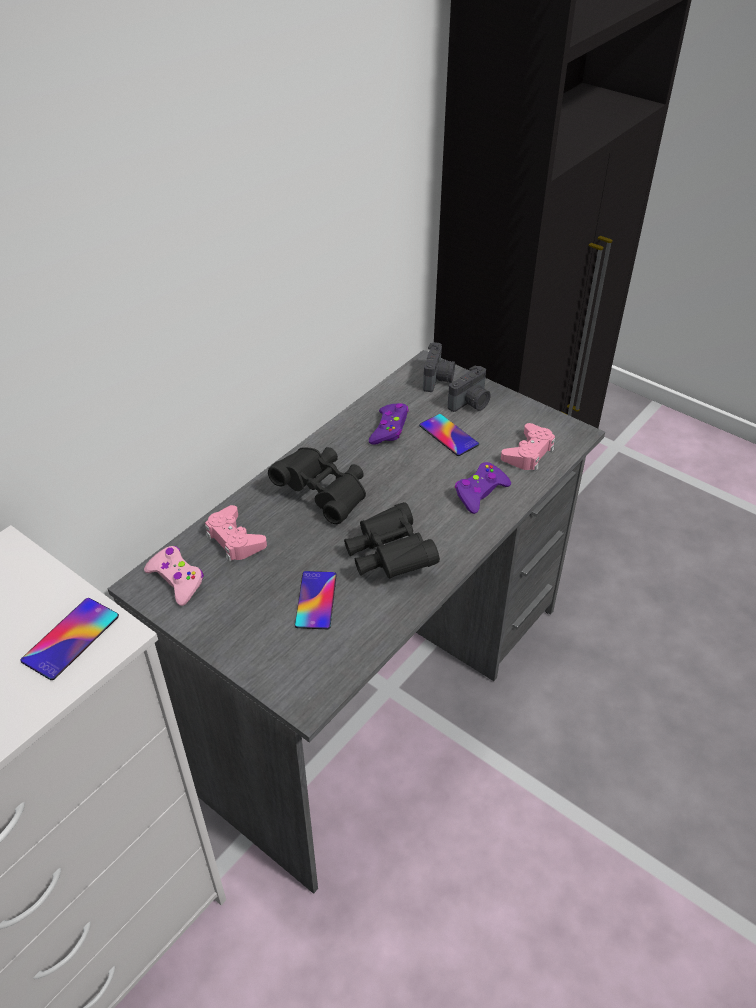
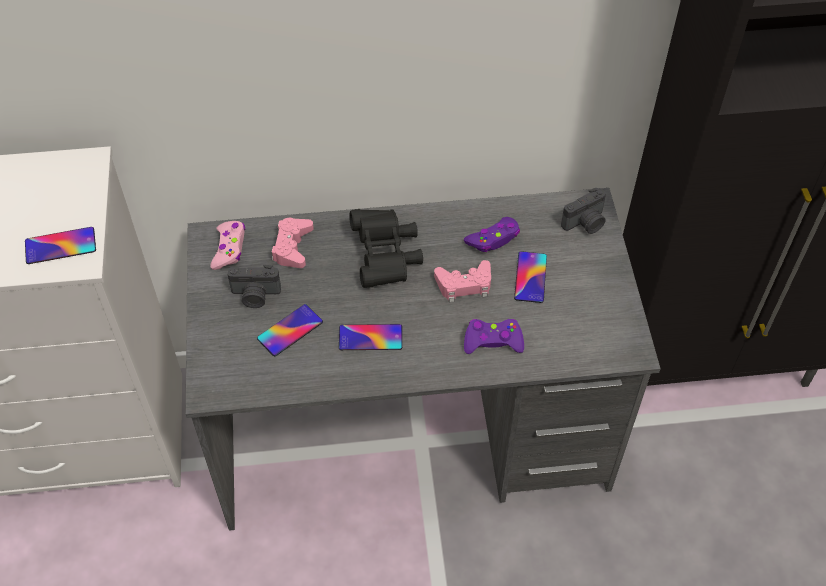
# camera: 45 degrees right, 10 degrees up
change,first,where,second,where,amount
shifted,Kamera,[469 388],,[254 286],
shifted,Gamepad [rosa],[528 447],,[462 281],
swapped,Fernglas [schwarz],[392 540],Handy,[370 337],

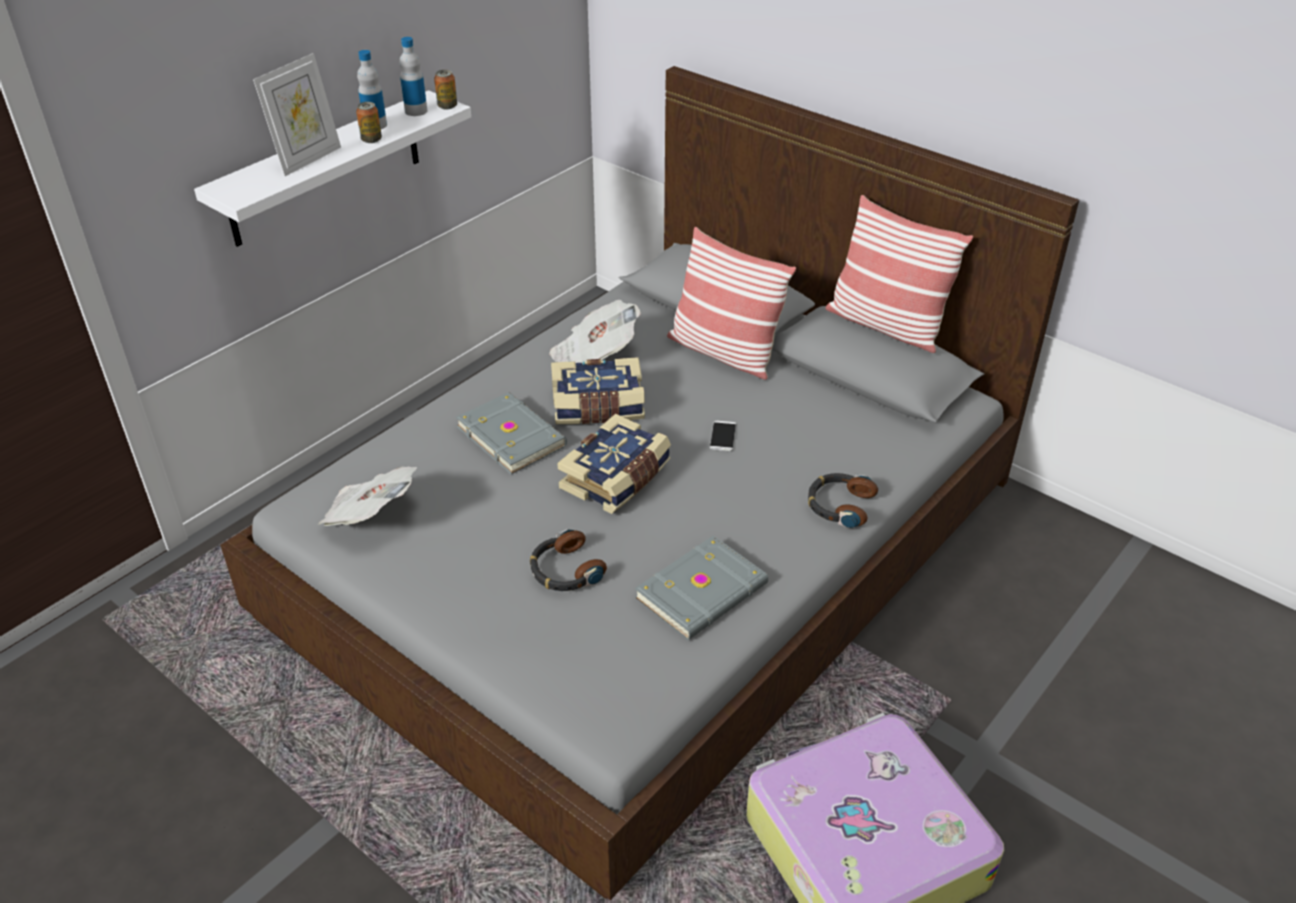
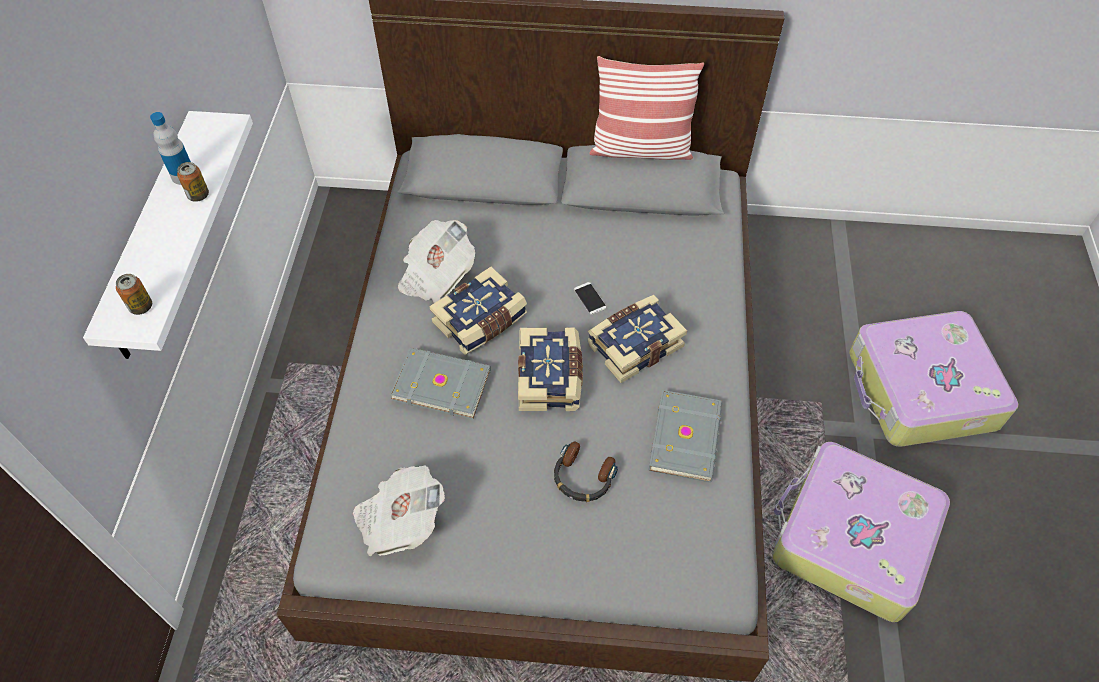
# camera: 35 degrees left, 15 degrees up
change,first,where,second,where,amount
gone,Bilderrahmen,[297 114],,,
gone,Flasche,[413 76],,,
gone,Kissen,[731 303],,,
gone,Kopfhörer,[843 500],,,
new,,,Buch,[637 339],
new,,,Koffer,[934 379],
shifted,Dose,[445 90],,[134 294],

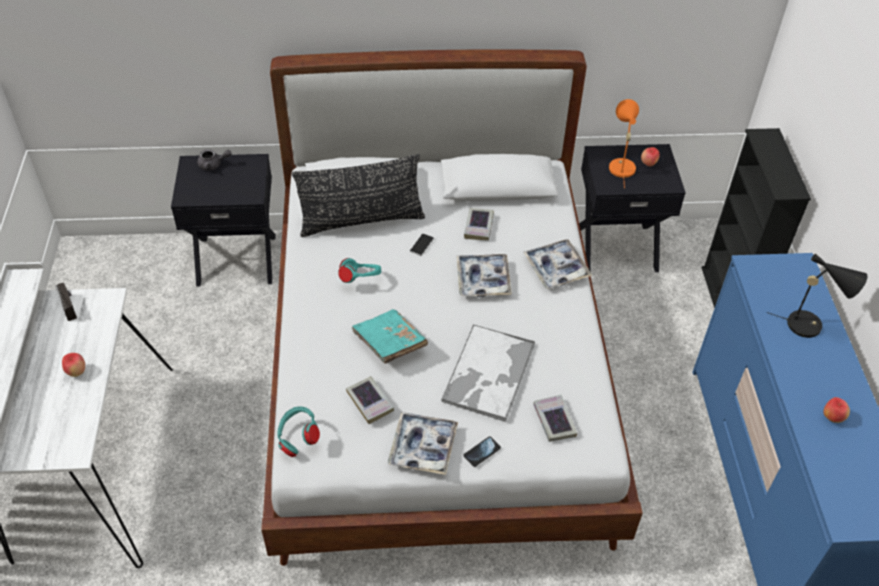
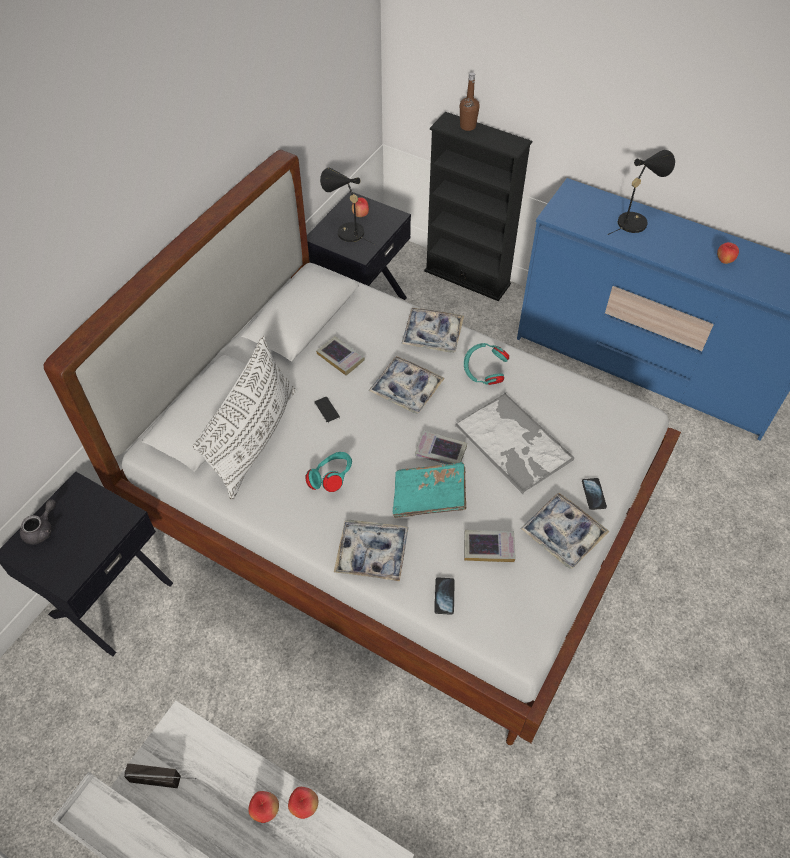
# camera: 55 degrees left, 5 degrees up
change,first,where,second,where,amount
new,,,Apfel,[303 803],
new,,,Tablett,[371 550],
new,,,Handy,[444 596],
new,,,Flasche [braun],[470 101],
shifted,Kopfhörer [türkis],[298 431],,[486 364],
shifted,Buch,[555 418],,[441 447],
repainted,Kissen [schwarz],[358 195],Kissen [weiß],[244 418],
repainted,Tischlampe [orange],[624 143],Tischlampe [schwarz],[347 206],

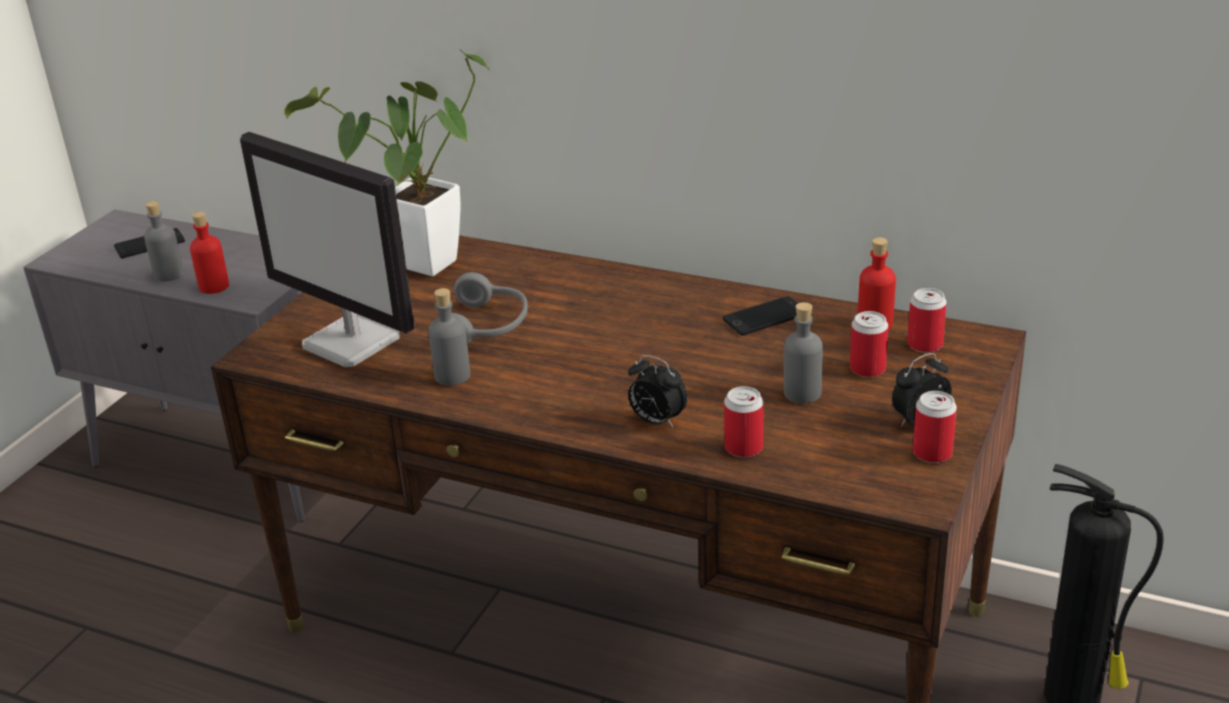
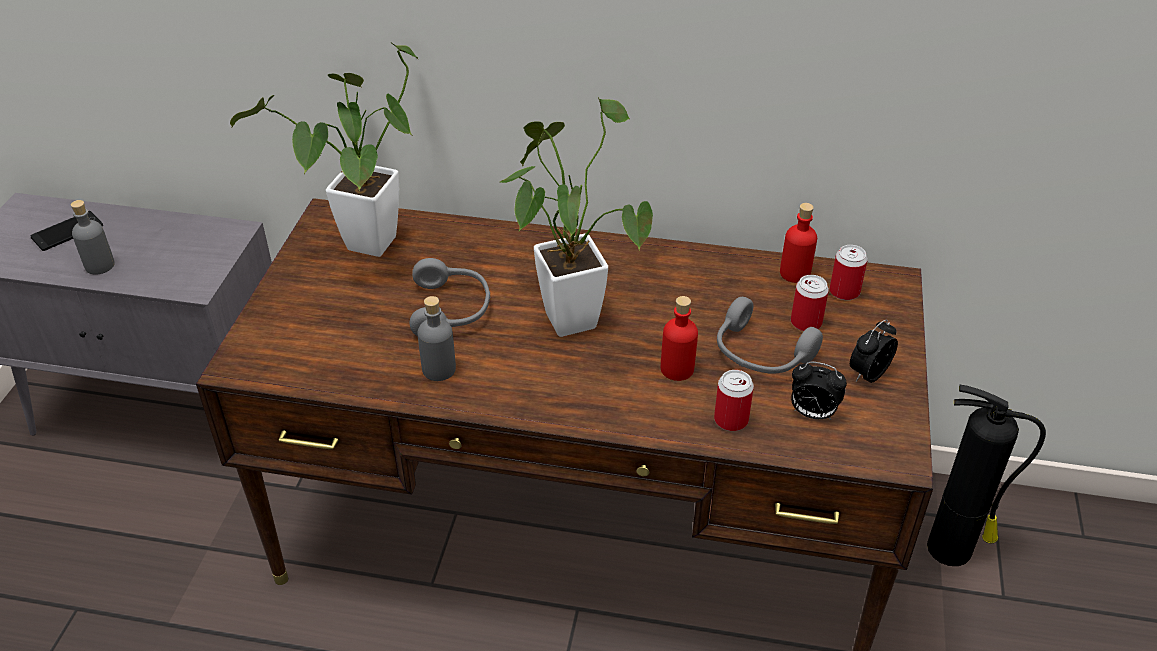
# camera: 15 degrees left, 10 degrees up
change,first,where,second,where,amount
gone,Monitor,[327 249],,,
gone,Handy,[760 316],,,
gone,Dose,[935 427],,,
new,,,Topfpflanze,[576 217],
shifted,Flasche [rot],[209 253],,[679 338],
shifted,Wecker,[658 391],,[819 391],
swapped,Flasche [grau],[803 353],Kopfhörer [grau],[770 335],

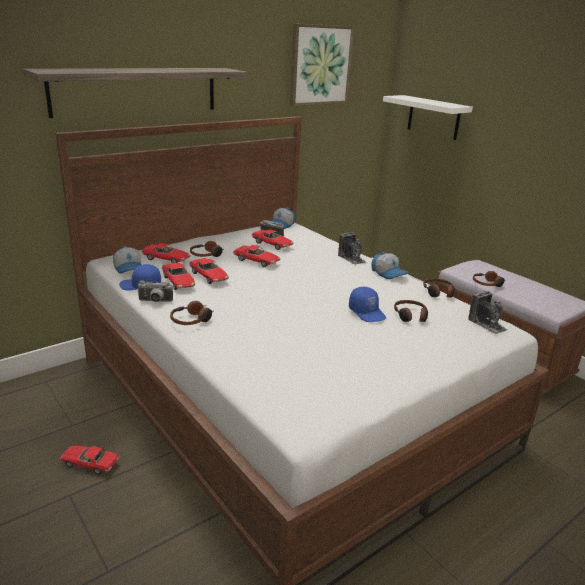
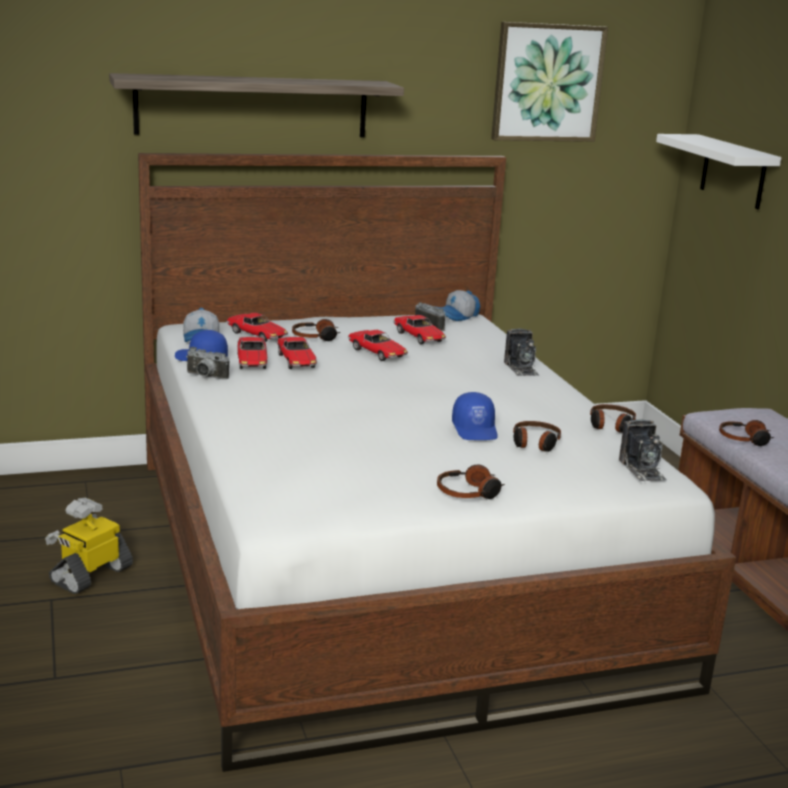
# camera: 20 degrees right, 5 degrees down
change,first,where,second,where,amount
gone,Kappe,[390 265],,,
shifted,Kopfhörer,[191 313],,[471 481],
swapped,Spielzeugauto,[90 460],Spielzeugroboter,[89 546],

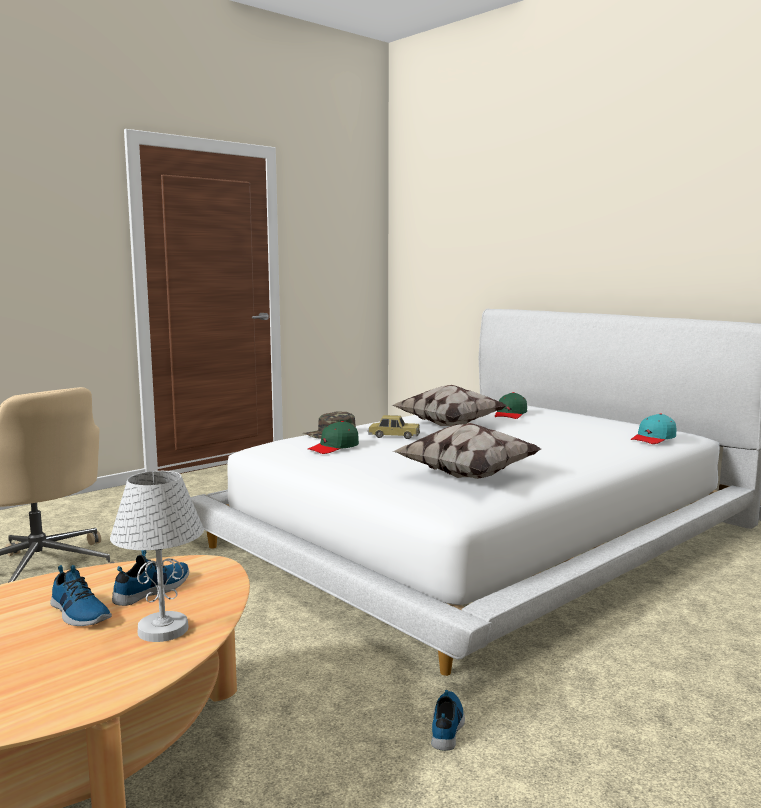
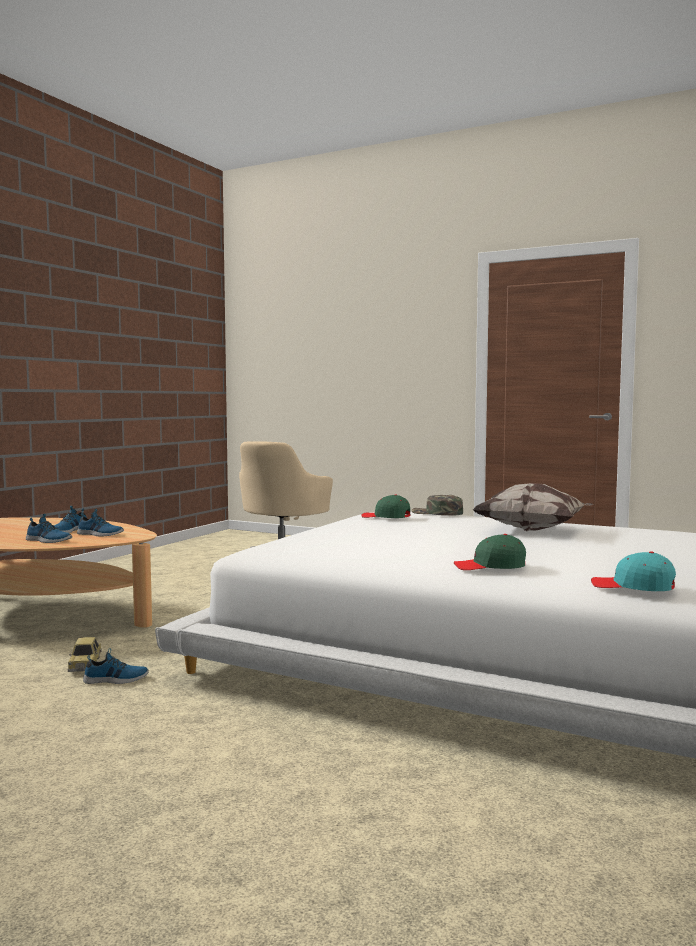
# camera: 70 degrees right, 5 degrees down
change,first,where,second,where,amount
gone,Kissen,[467 451],,,
shifted,Spielzeugauto,[394 427],,[84 654],
shifted,Kappe [grün],[511 405],,[490 552],
swapped,Tischlampe [weiß],[157 556],Schuh,[49 528],

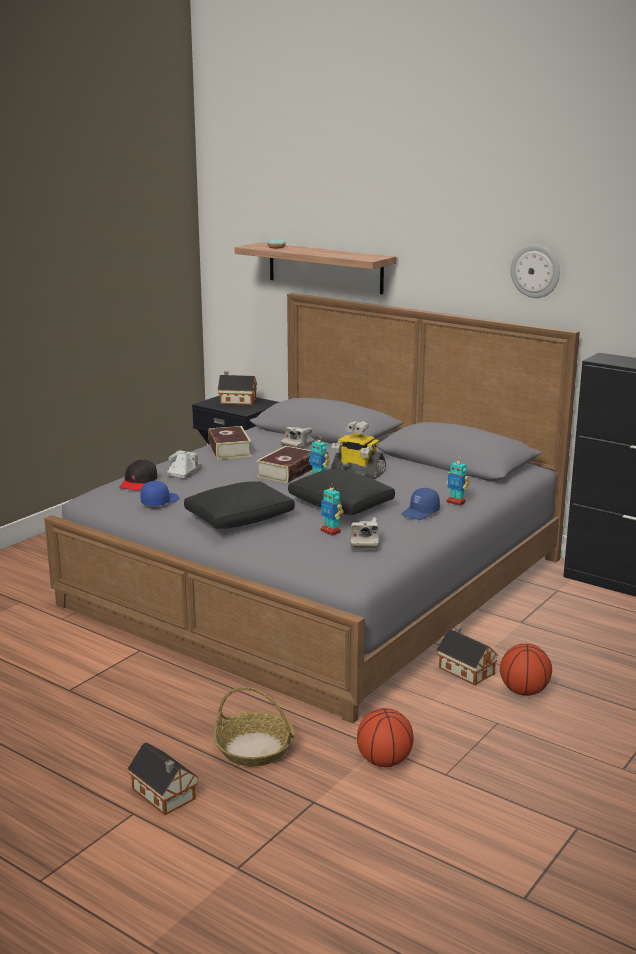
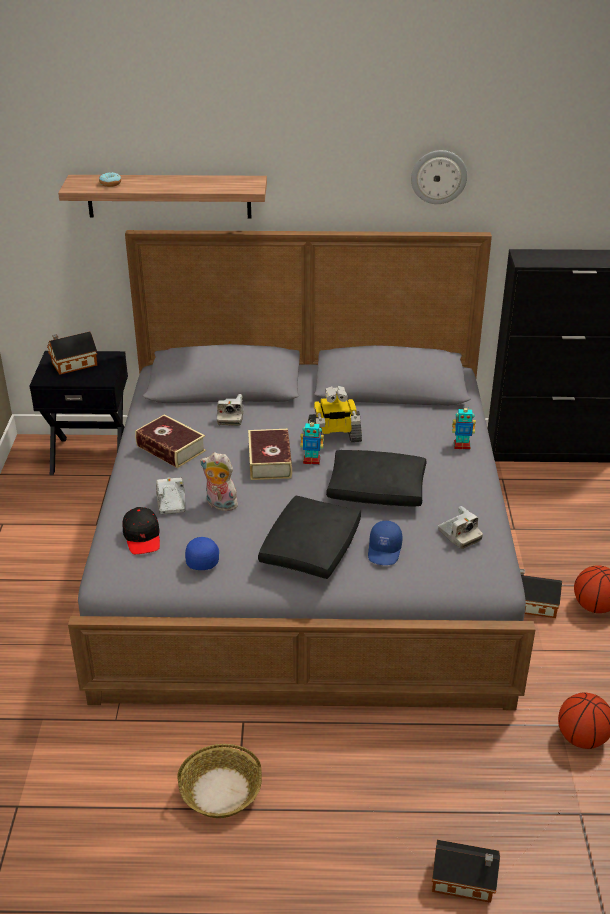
# camera: 35 degrees left, 15 degrees up
change,first,where,second,where,amount
gone,Spielzeugroboter,[332 509],,,
new,,,Plüschtier,[219 481],
shifted,Korb,[254 726],,[219 781],
shifted,Kappe [blau],[420 504],,[385 543],

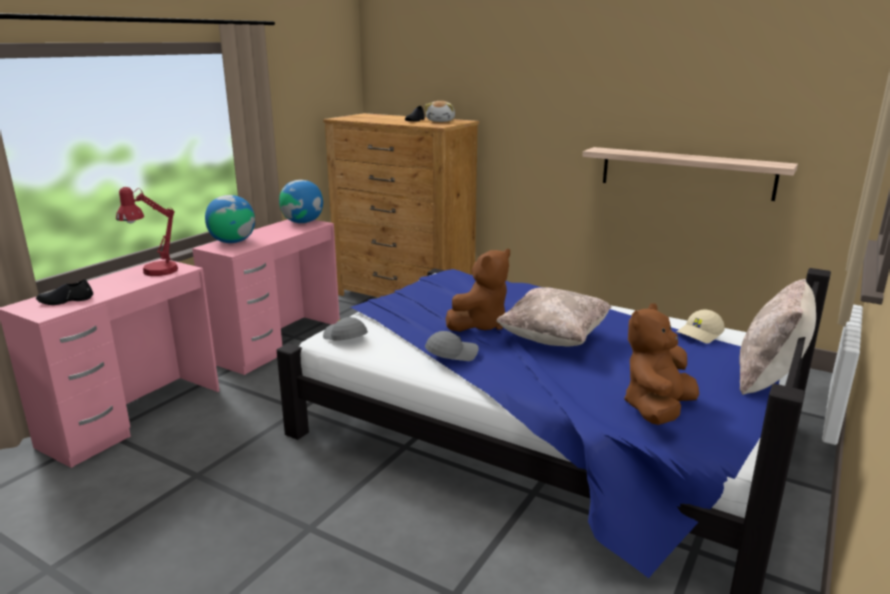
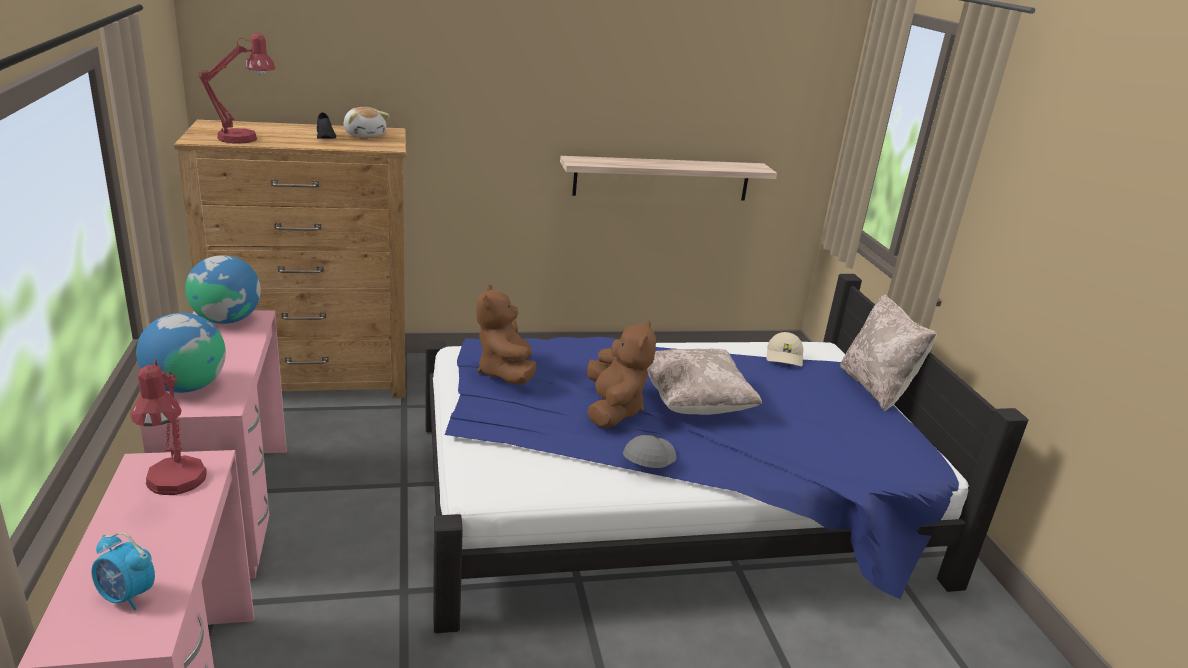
# camera: 45 degrees left, 5 degrees up
change,first,where,second,where,amount
gone,Kappe [grau],[345 329],,,
new,,,Tischlampe [rot],[237 88],
shifted,Plüschtier [braun],[661 364],,[506 334],
swapped,Schuh [schwarz],[64 292],Wecker,[123 571],

